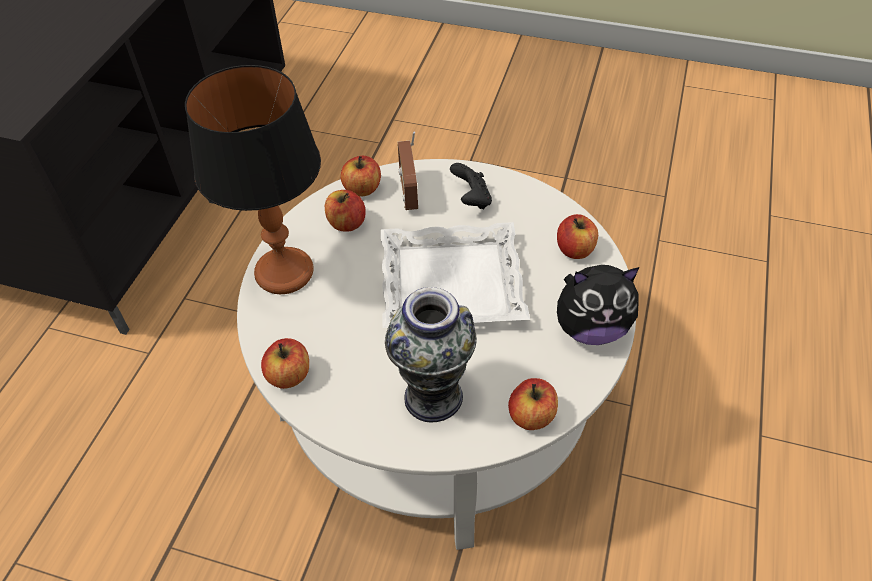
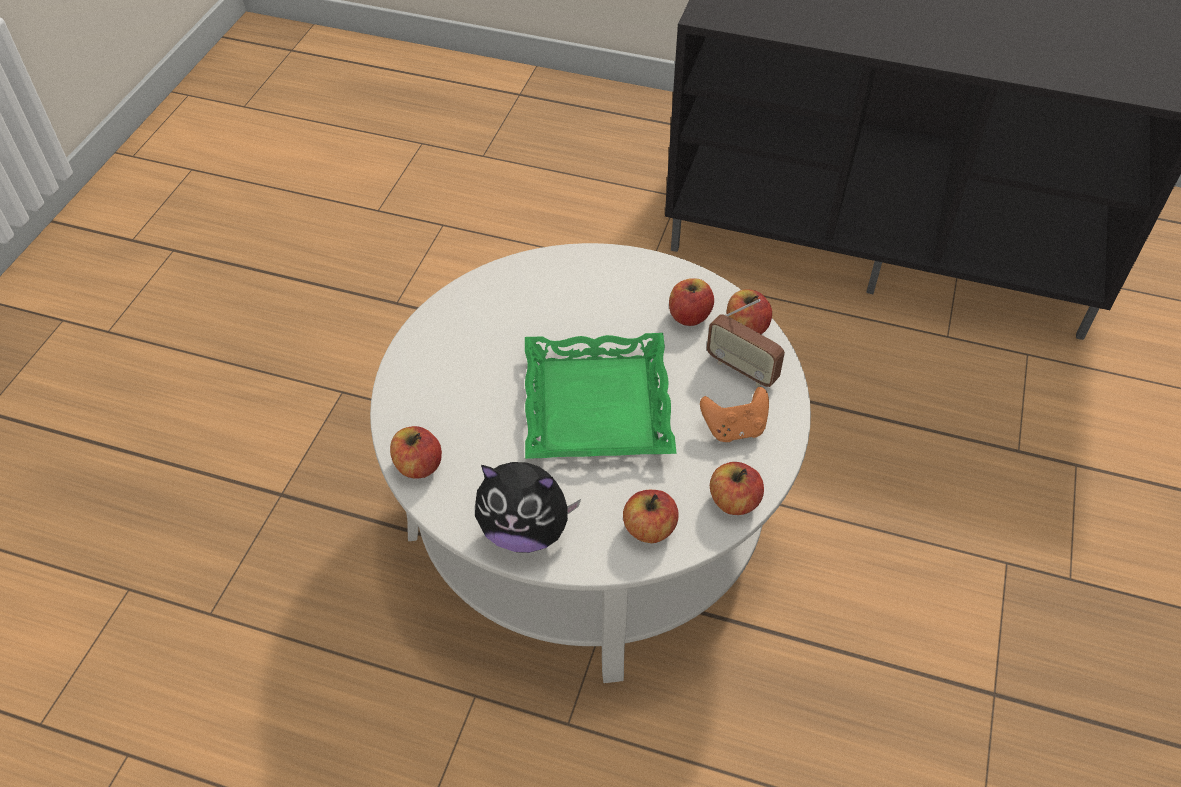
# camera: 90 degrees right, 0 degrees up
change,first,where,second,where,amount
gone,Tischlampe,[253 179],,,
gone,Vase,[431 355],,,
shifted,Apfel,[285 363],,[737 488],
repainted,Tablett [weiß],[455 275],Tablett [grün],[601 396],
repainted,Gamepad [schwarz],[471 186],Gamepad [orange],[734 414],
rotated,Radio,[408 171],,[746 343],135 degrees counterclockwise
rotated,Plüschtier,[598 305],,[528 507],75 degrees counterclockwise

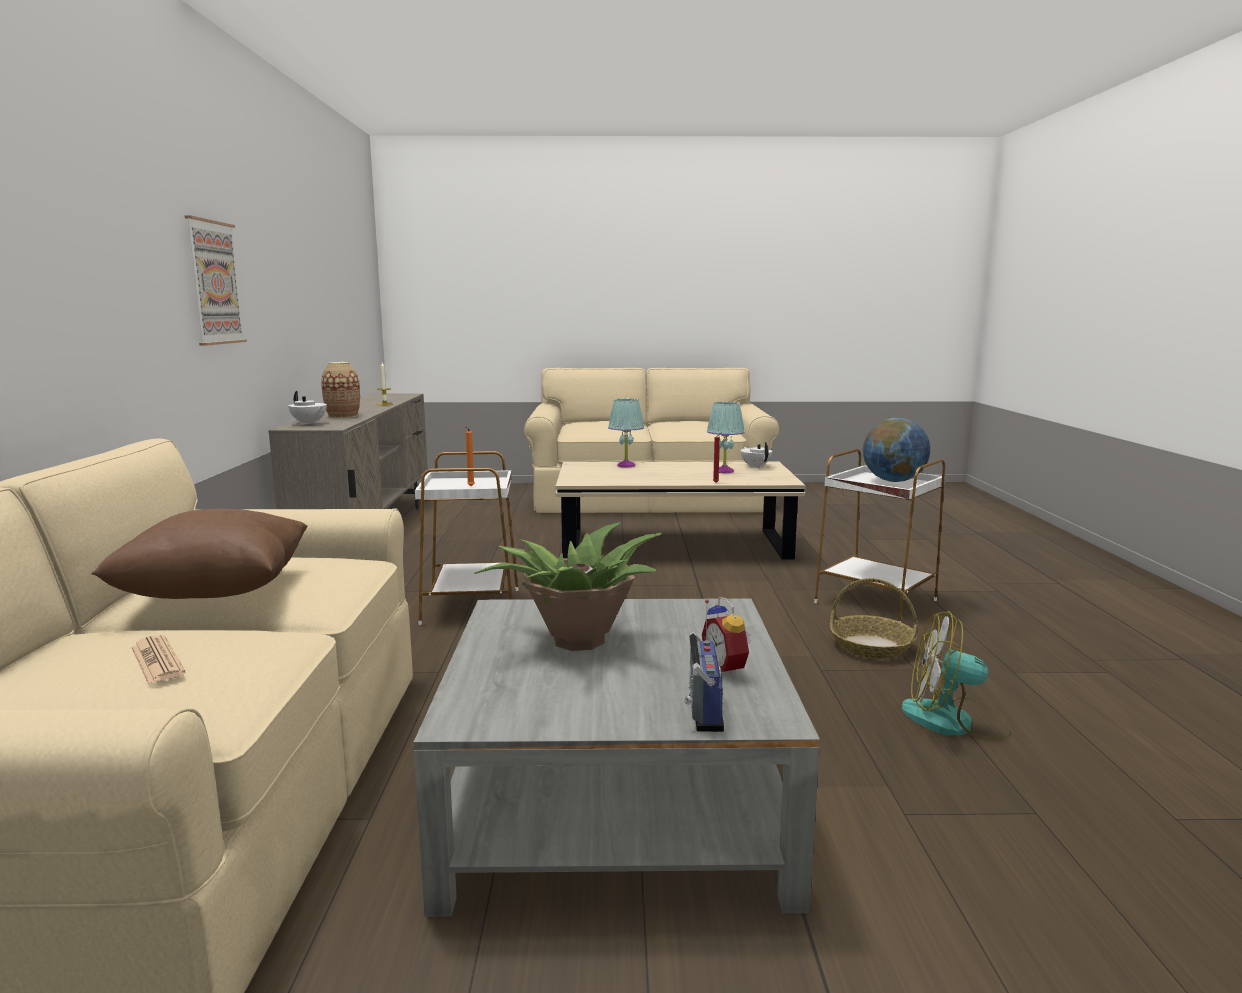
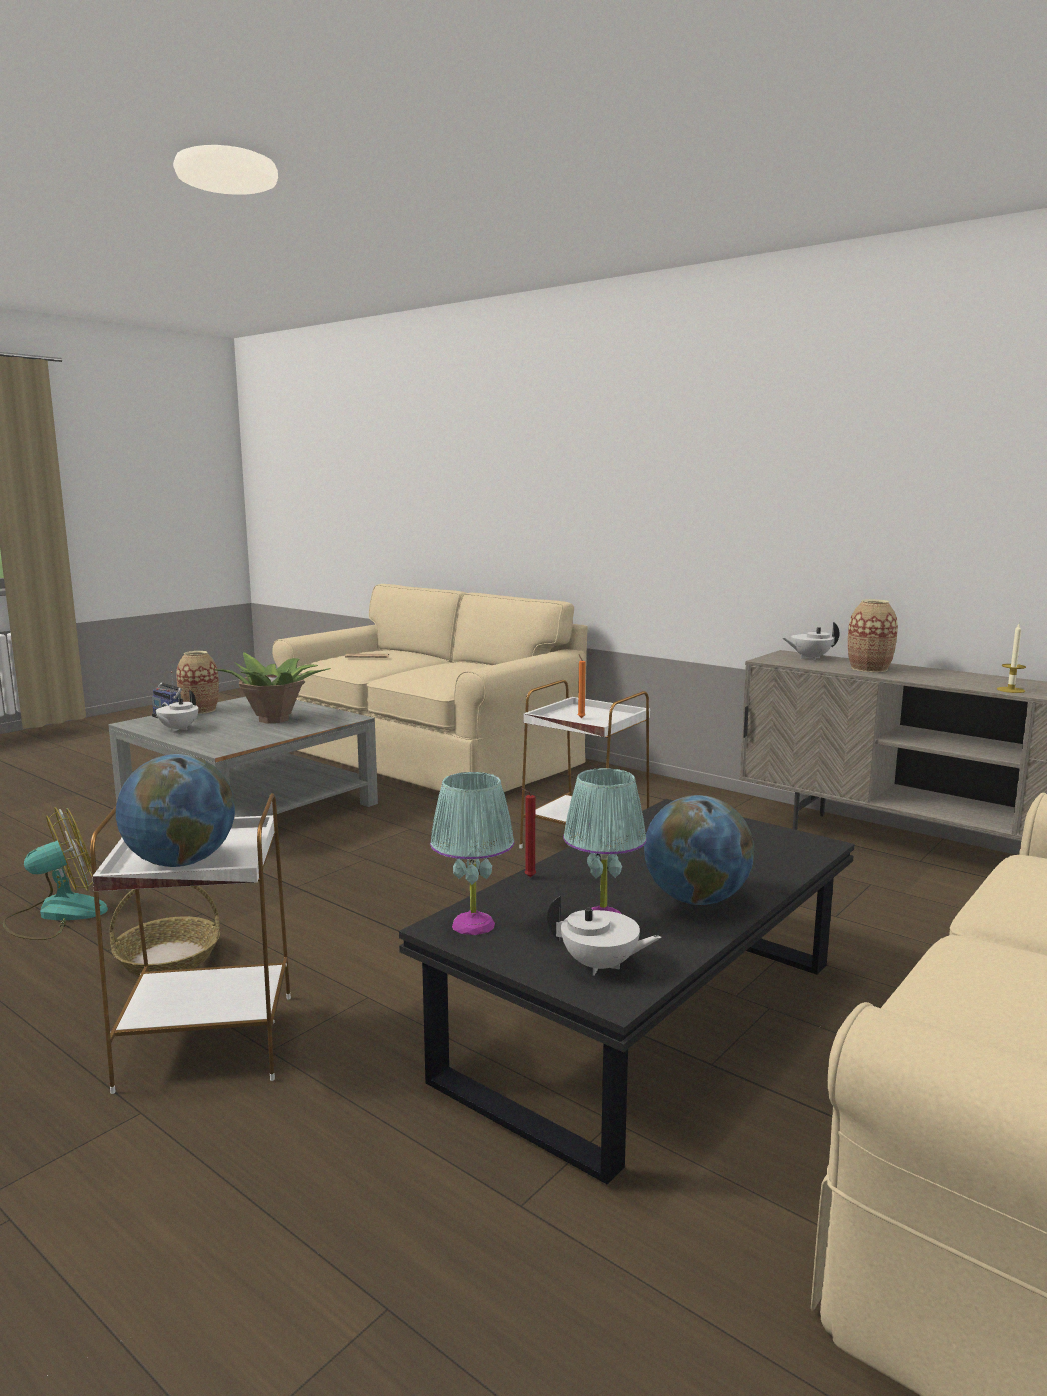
# camera: 130 degrees right, 0 degrees up
change,first,where,second,where,amount
gone,Kissen [braun],[200 554],,,
gone,Bild,[215 280],,,
new,,,Vase,[197 682],
new,,,Globus,[699 850],
shifted,Tischlampe [türkis],[626 433],,[472 853],
swapped,Wecker,[727 637],Teekanne [weiß],[177 711],
repainted,Couchtisch [beige],[681 511],Couchtisch [schwarz],[626 992],

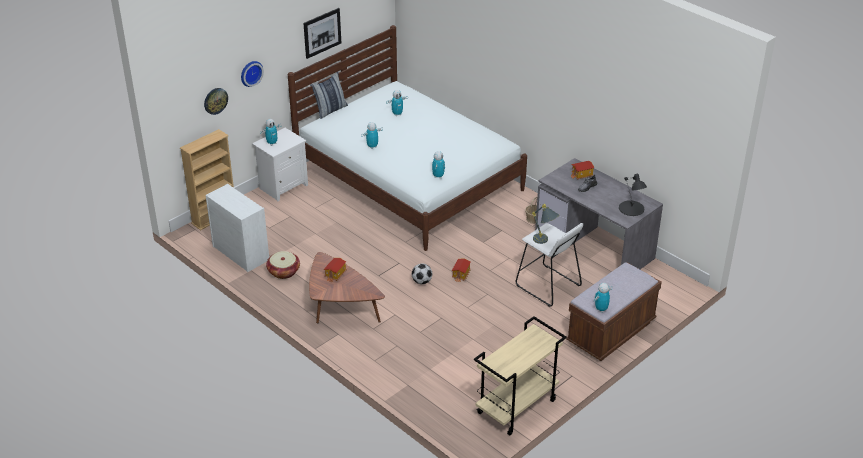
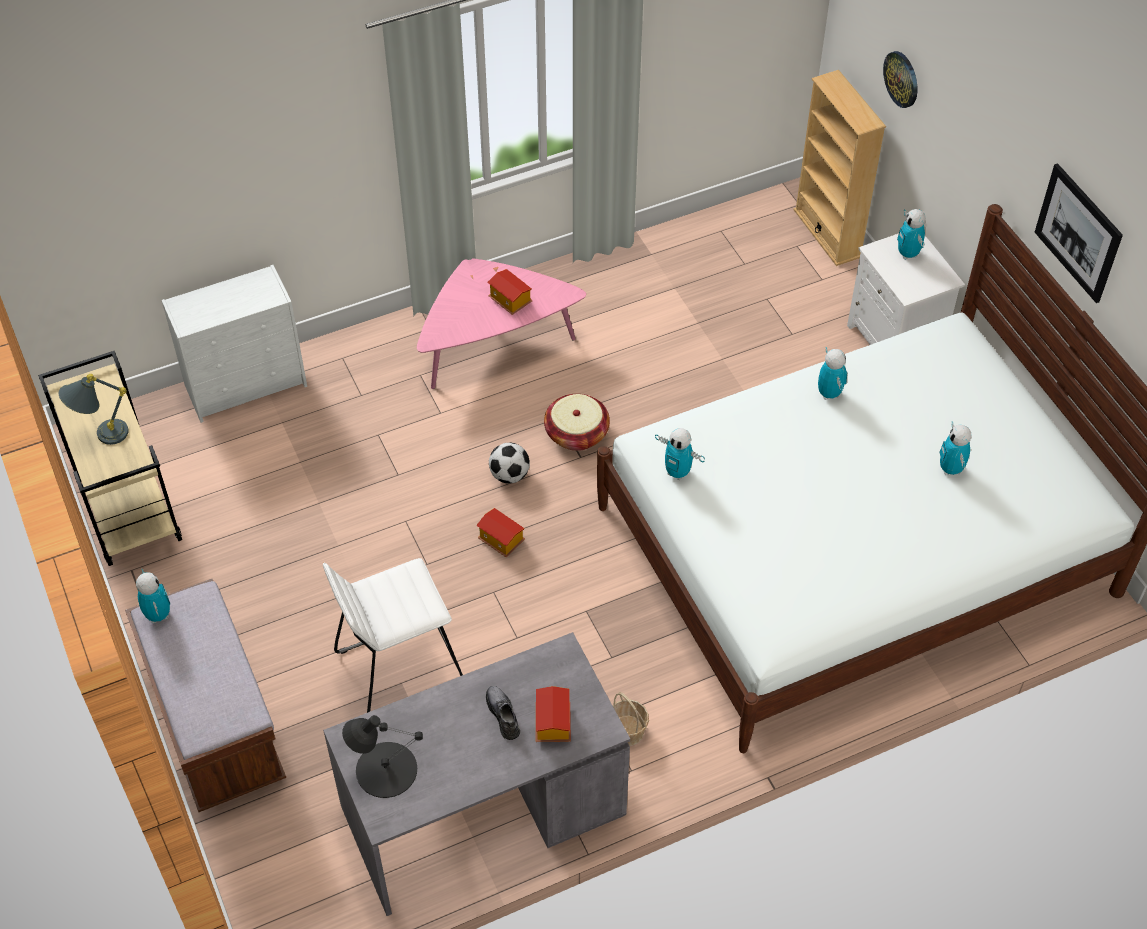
# camera: 110 degrees right, 15 degrees up
change,first,where,second,where,amount
gone,Wanduhr,[252 74],,,
gone,Kissen,[329 95],,,
shifted,Kommode [weiß],[237 228],,[234 344],
shifted,Korb,[283 265],,[577 422],
shifted,Tischlampe [grau],[545 224],,[94 409],
repainted,Couchtisch [braun],[347 287],Couchtisch [rosa],[501 323],

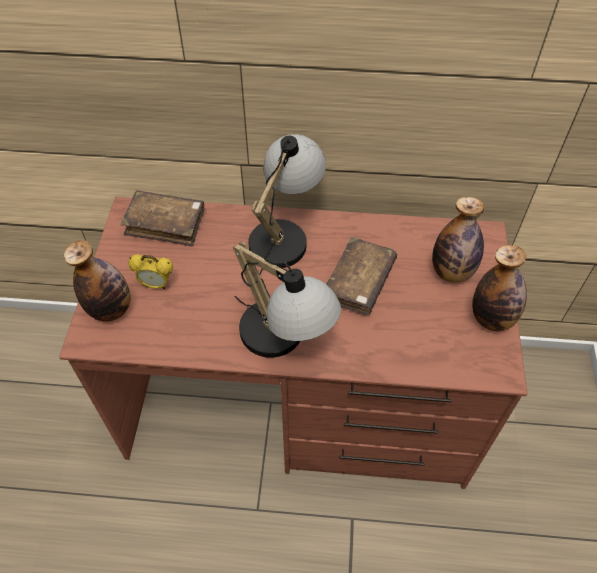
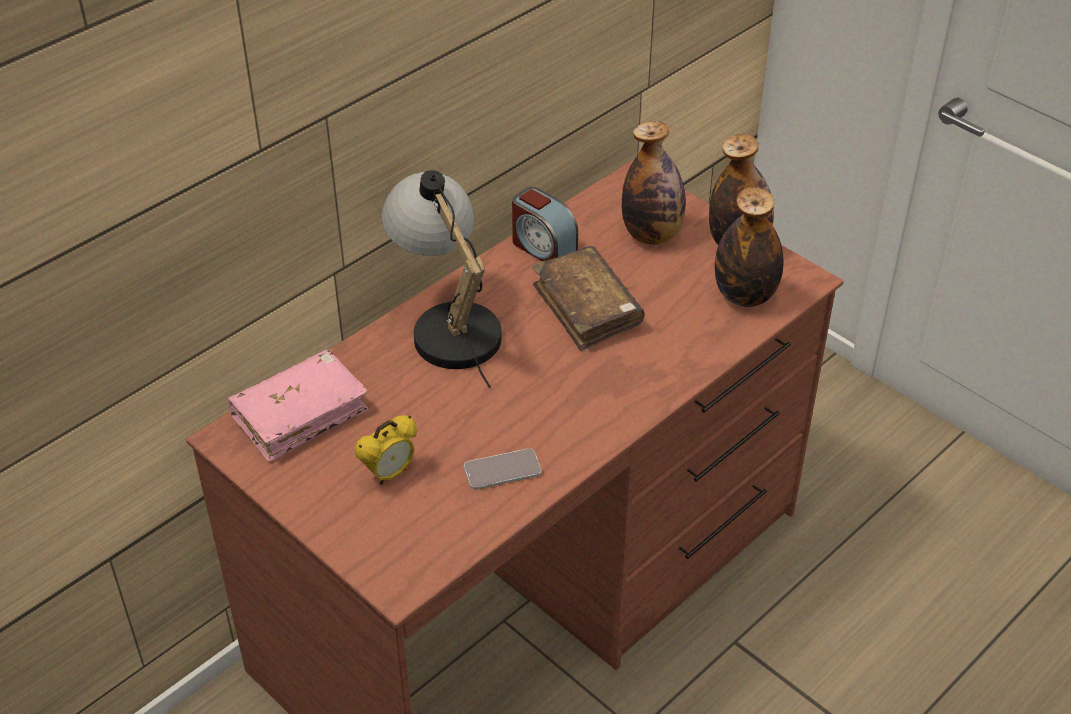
# camera: 50 degrees left, 10 degrees down
change,first,where,second,where,amount
gone,Tischlampe,[287 300],,,
new,,,Handy,[502 469],
new,,,Wecker,[545 224],
shifted,Flasche,[97 280],,[749 247],
repainted,Buch [braun],[162 218],Buch [rosa],[298 406],

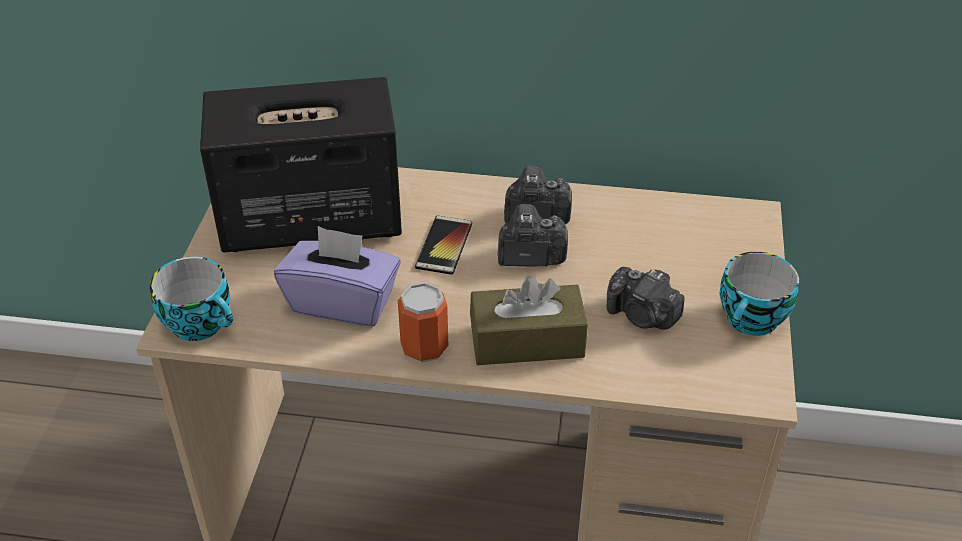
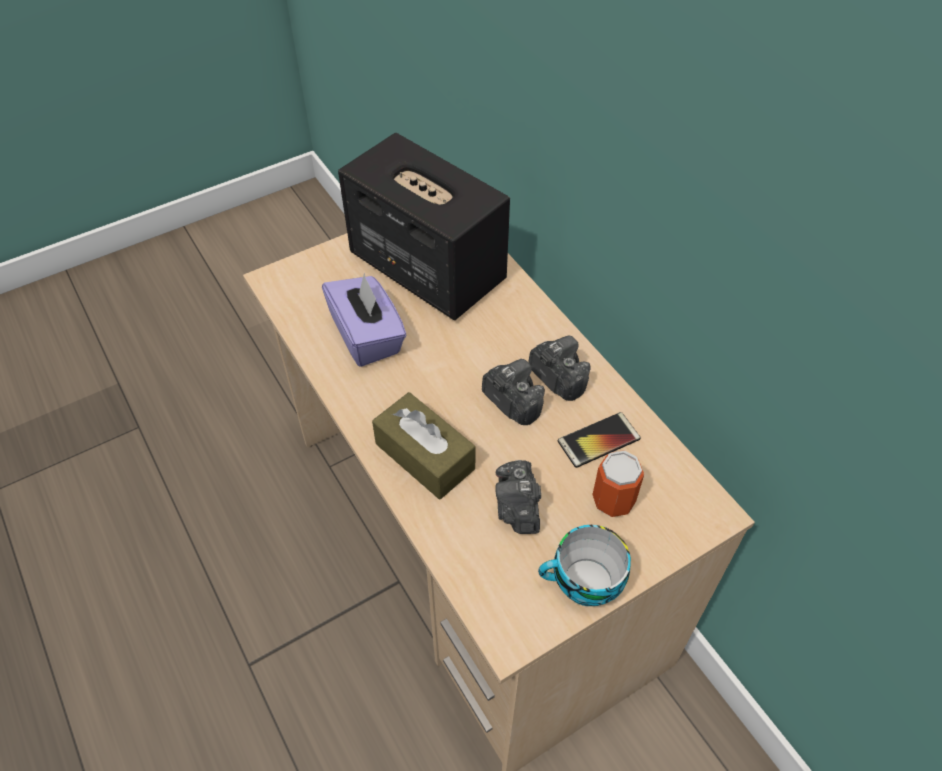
# camera: 50 degrees right, 10 degrees up
change,first,where,second,where,amount
gone,Tasse,[191 299],,,
shifted,Dose,[423 322],,[618 483],
shifted,Handy,[443 245],,[599 440],

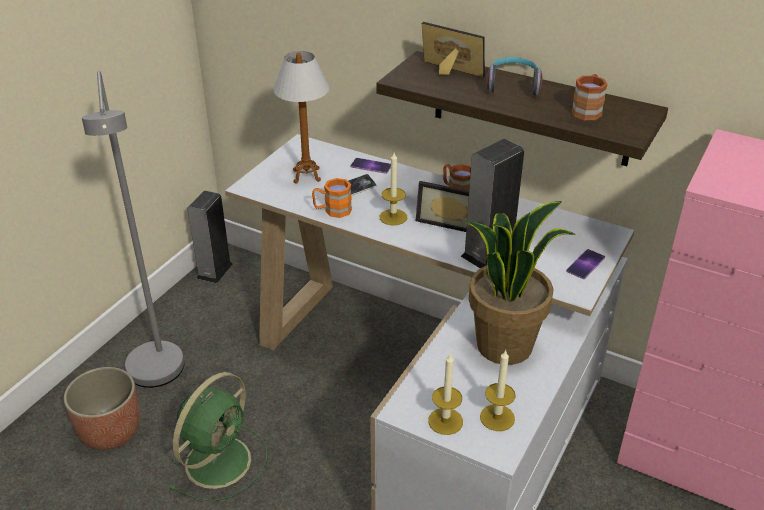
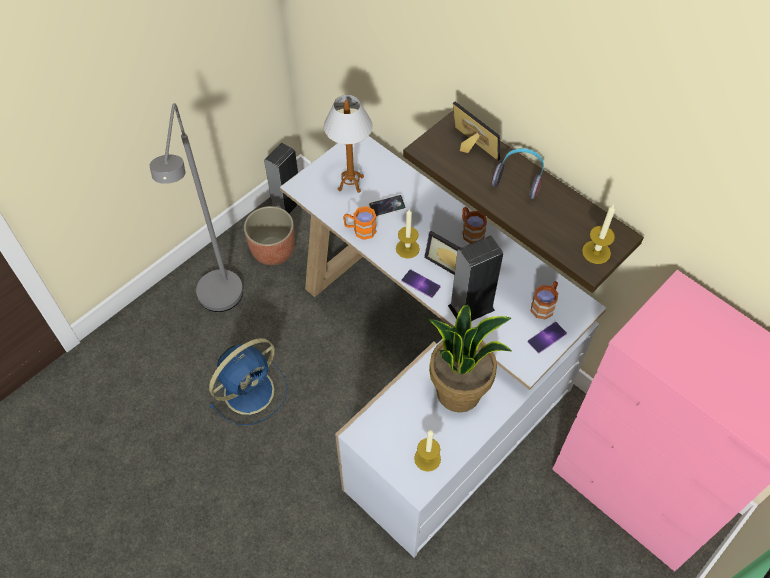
# camera: 15 degrees right, 20 degrees up
change,first,where,second,where,amount
shifted,Pflanzkübel,[102 408],,[269 235],
shifted,Handy,[370 166],,[421 283],
shifted,Kerze,[445 394],,[598 234],
shifted,Henkelbecher [braun],[589 97],,[544 300],
repainted,Ventilator [grün],[218 437],Ventilator [blau],[248 381],

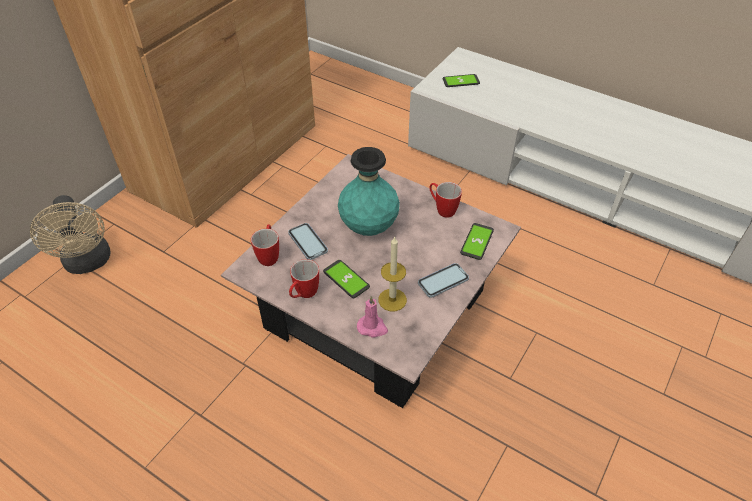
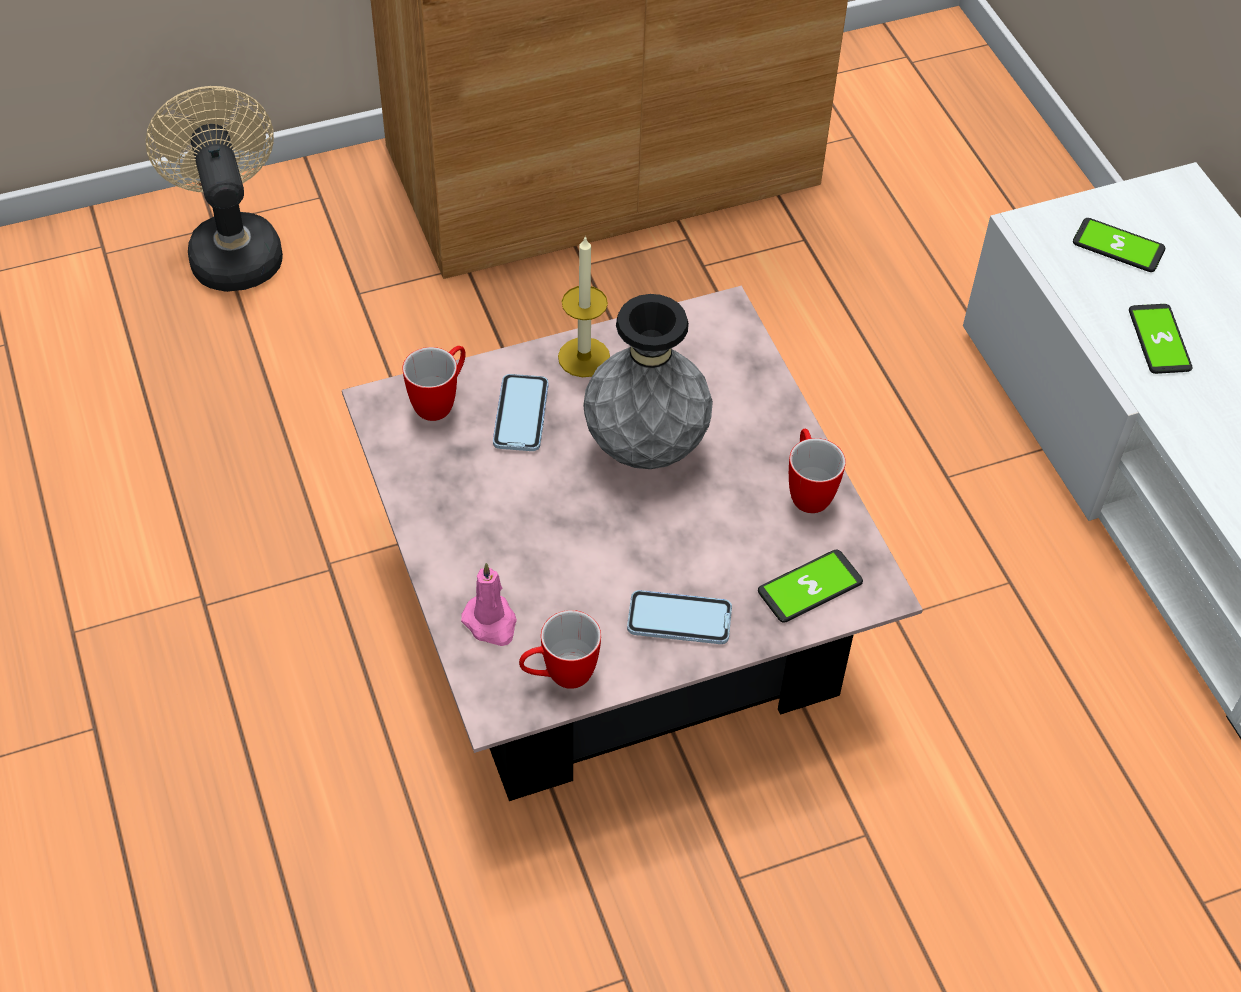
# camera: 35 degrees right, 5 degrees up
change,first,where,second,where,amount
shifted,Henkelbecher,[304 278],,[560 649],
shifted,Handy,[346 279],,[1160 339],
shifted,Kerze,[393 273],,[584 306],
repainted,Vase [türkis],[369 191],Vase [grau],[648 381],
rotated,Ventilator [beige],[70 234],,[214 189],150 degrees clockwise

